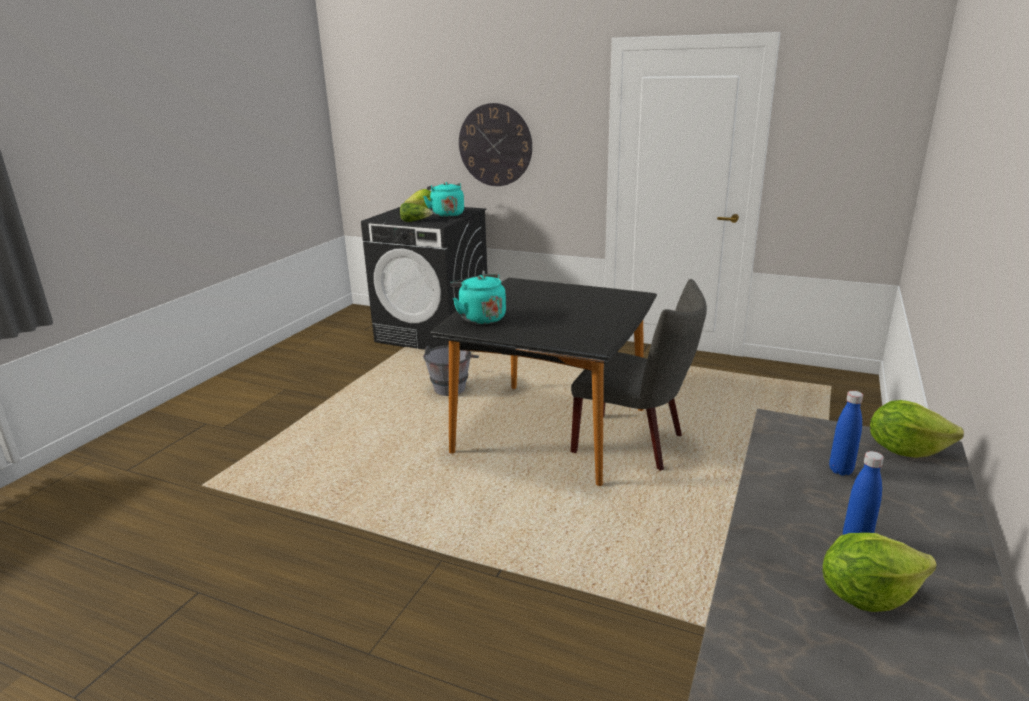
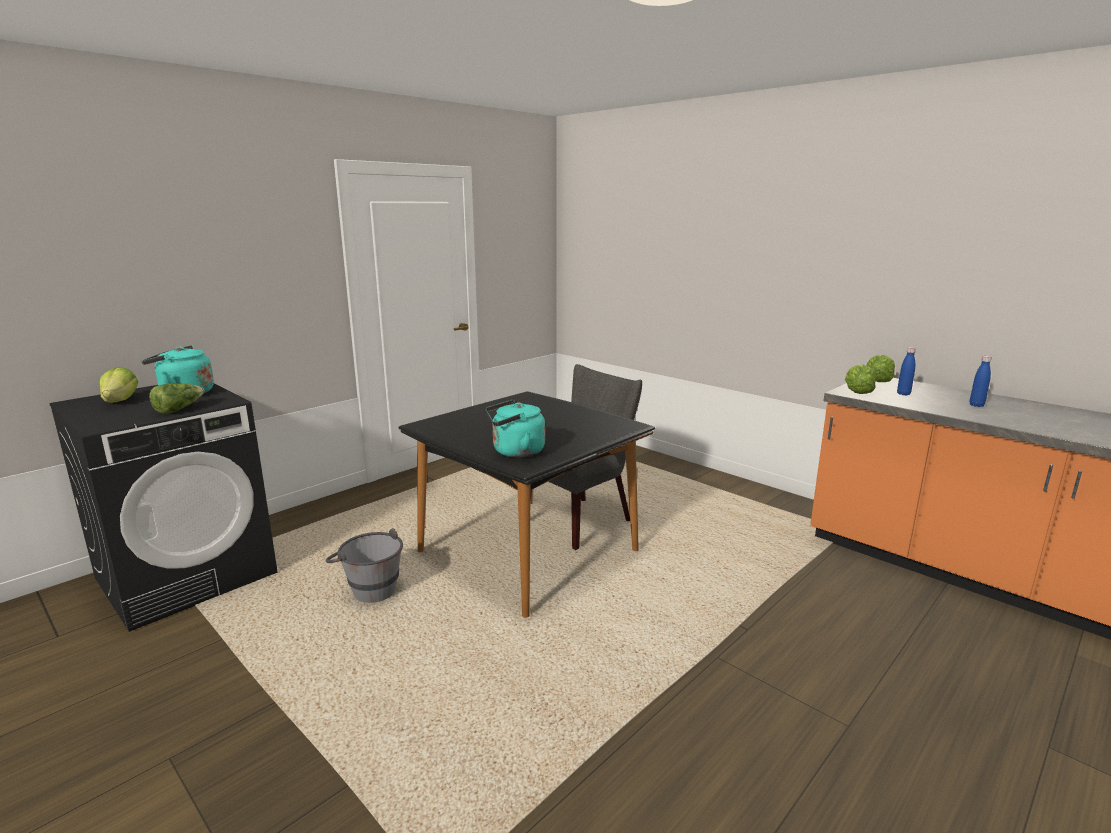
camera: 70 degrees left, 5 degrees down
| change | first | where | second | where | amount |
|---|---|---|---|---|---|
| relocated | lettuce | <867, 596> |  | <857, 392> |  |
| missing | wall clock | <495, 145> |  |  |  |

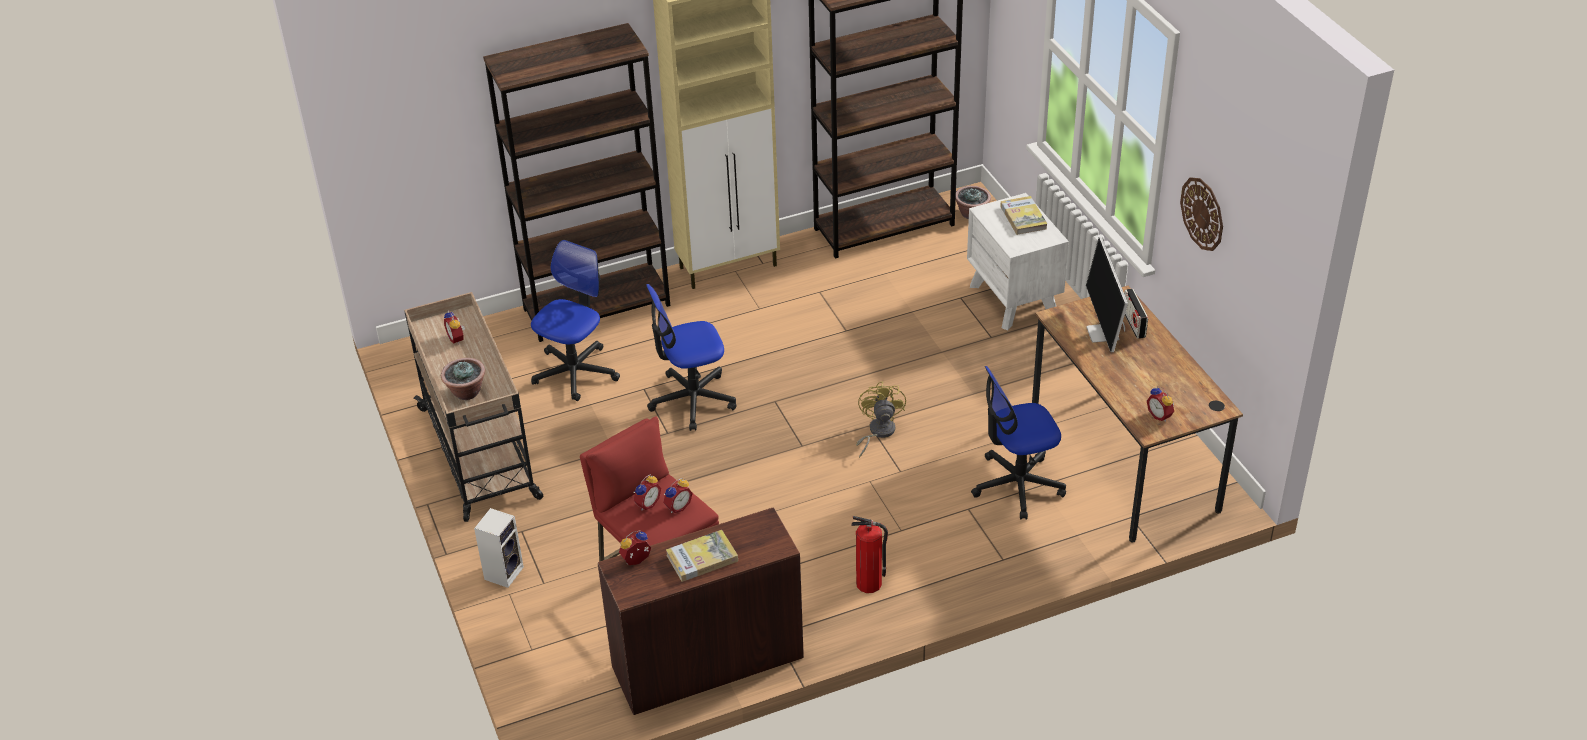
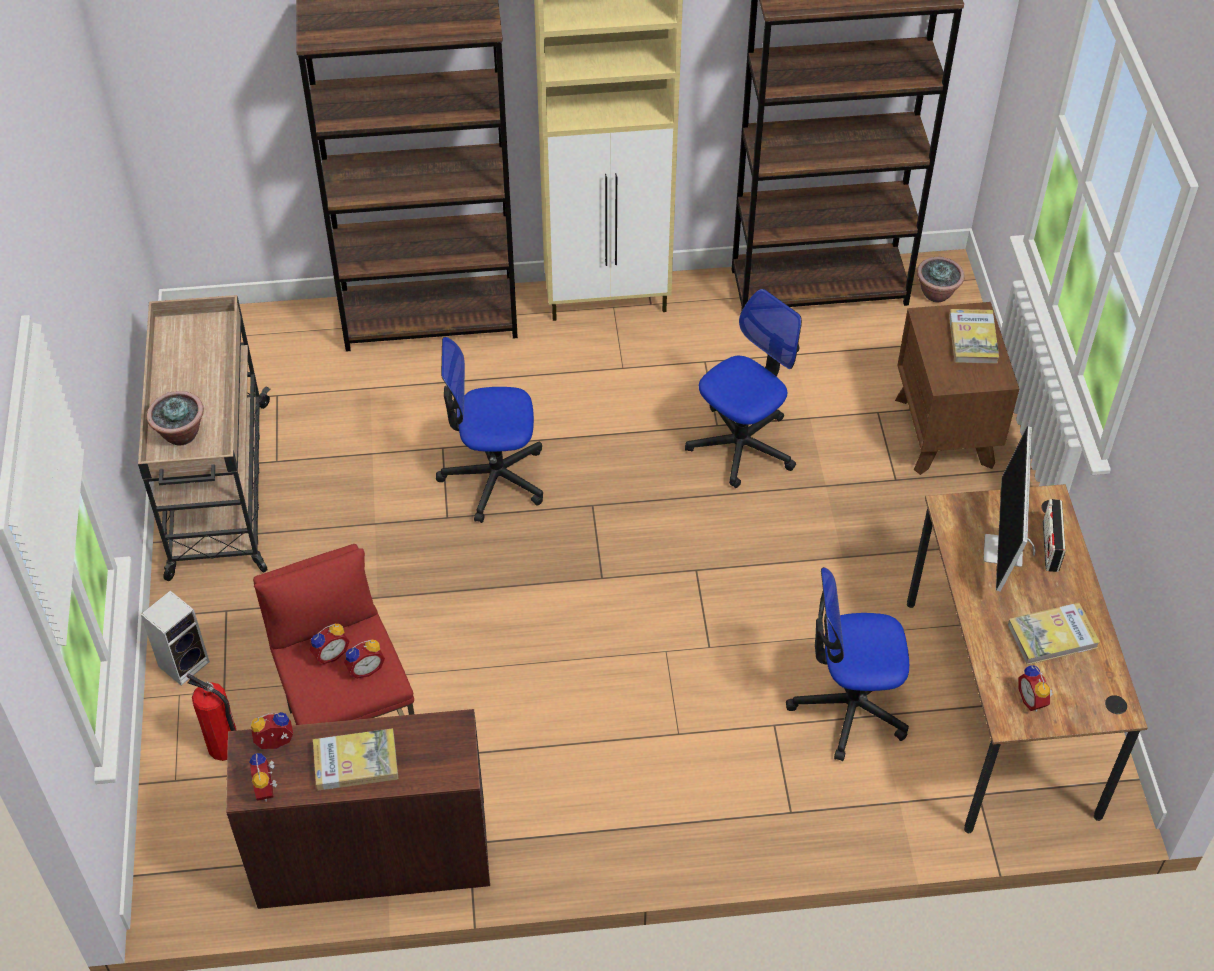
camera: 15 degrees right, 10 degrees up
| change | first | where | second | where | amount |
|---|---|---|---|---|---|
| relocated | fire extinguisher | <869, 583> |  | <225, 747> |  |
| relocated | alarm clock | <457, 338> |  | <267, 789> |  |
| relocated | office chair | <575, 372> |  | <741, 445> |  |
| colour | nightstand/white | <1014, 299> | nightstand/brown | <944, 431> |  |
| appeared |  |  | book | <1052, 636> |  |
| missing | fan/yellow | <877, 432> |  |  |  |
| missing | wall clock | <1202, 213> |  |  |  |

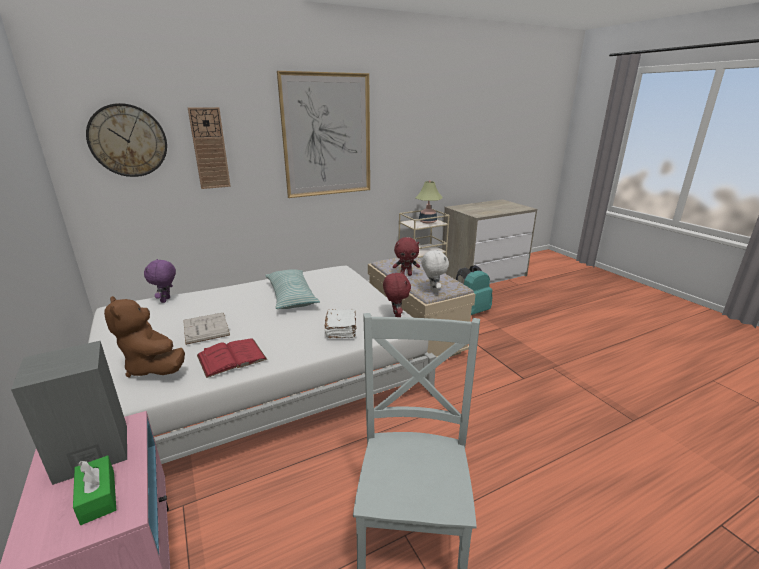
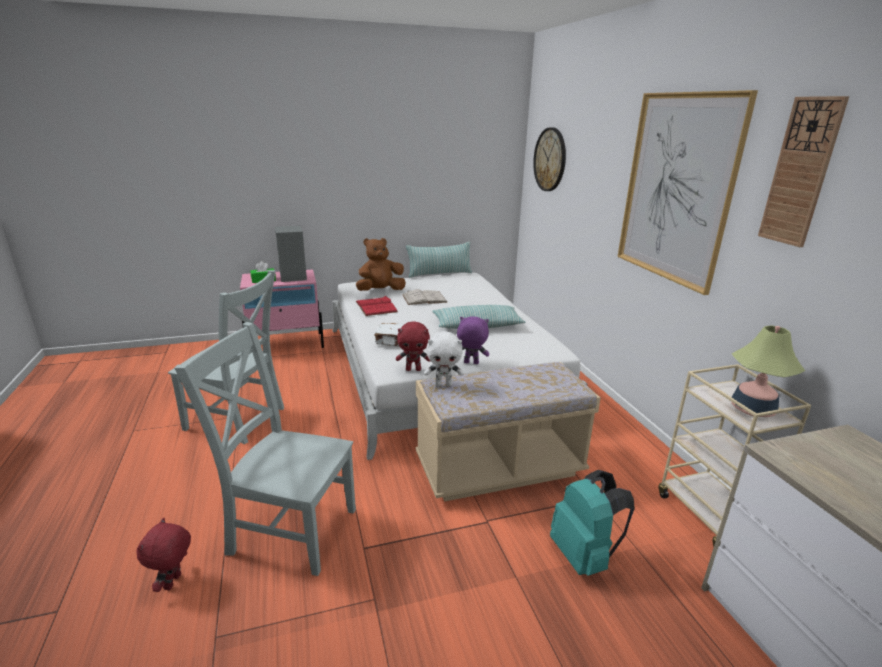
camera: 100 degrees right, 0 degrees up
| change | first | where | second | where | amount |
|---|---|---|---|---|---|
| relocated | plush toy/red | <406, 275> |  | <174, 582> |  |
| appeared |  |  | chair/grey | <289, 529> |  |
| appeared |  |  | pillow | <439, 274> |  |
| relocated | plush toy/purple | <166, 300> |  | <471, 363> |  |
| relocated | wall clock | <209, 148> |  | <800, 172> |  |

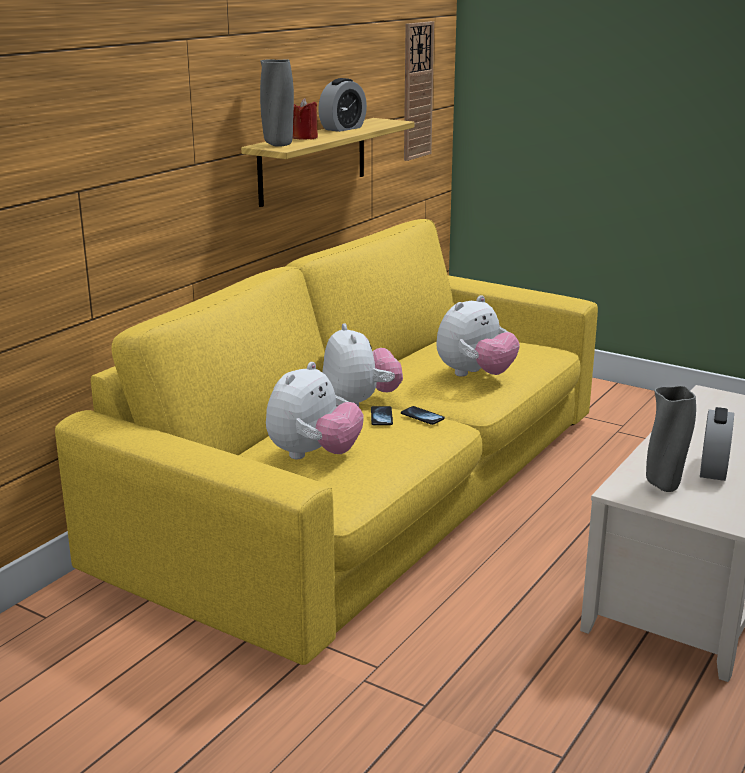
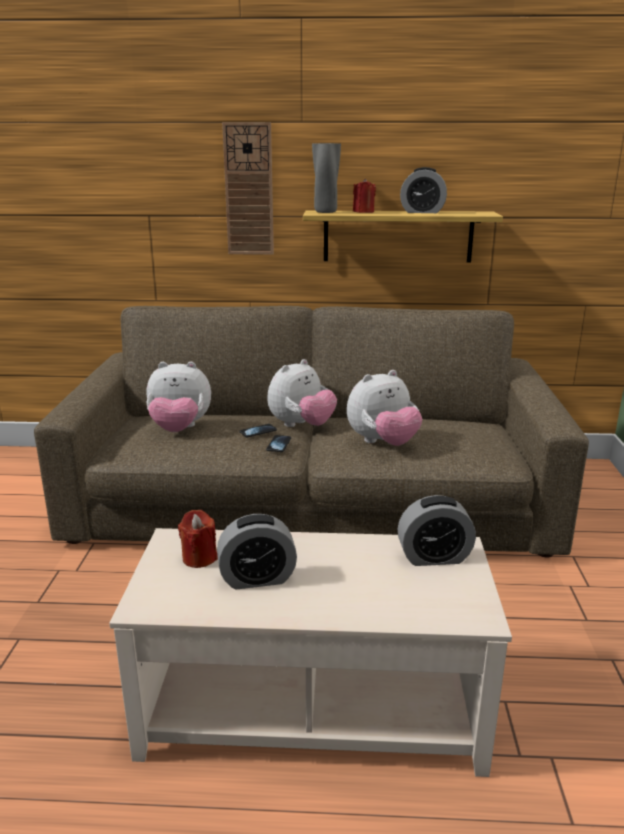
camera: 60 degrees right, 0 degrees up
| change | first | where | second | where | amount |
|---|---|---|---|---|---|
| colour | sofa/yellow | <371, 489> | sofa/brown | <312, 500> |  |
| exchanged | vase/grey | <664, 485> | candle/red | <199, 558> |  |
| relocated | wall clock | <417, 91> |  | <249, 190> |  |
| spun | plush toy | <475, 375> |  | <382, 443> | 45 degrees counterclockwise |
| appeared |  |  | alarm clock | <434, 557> |  |

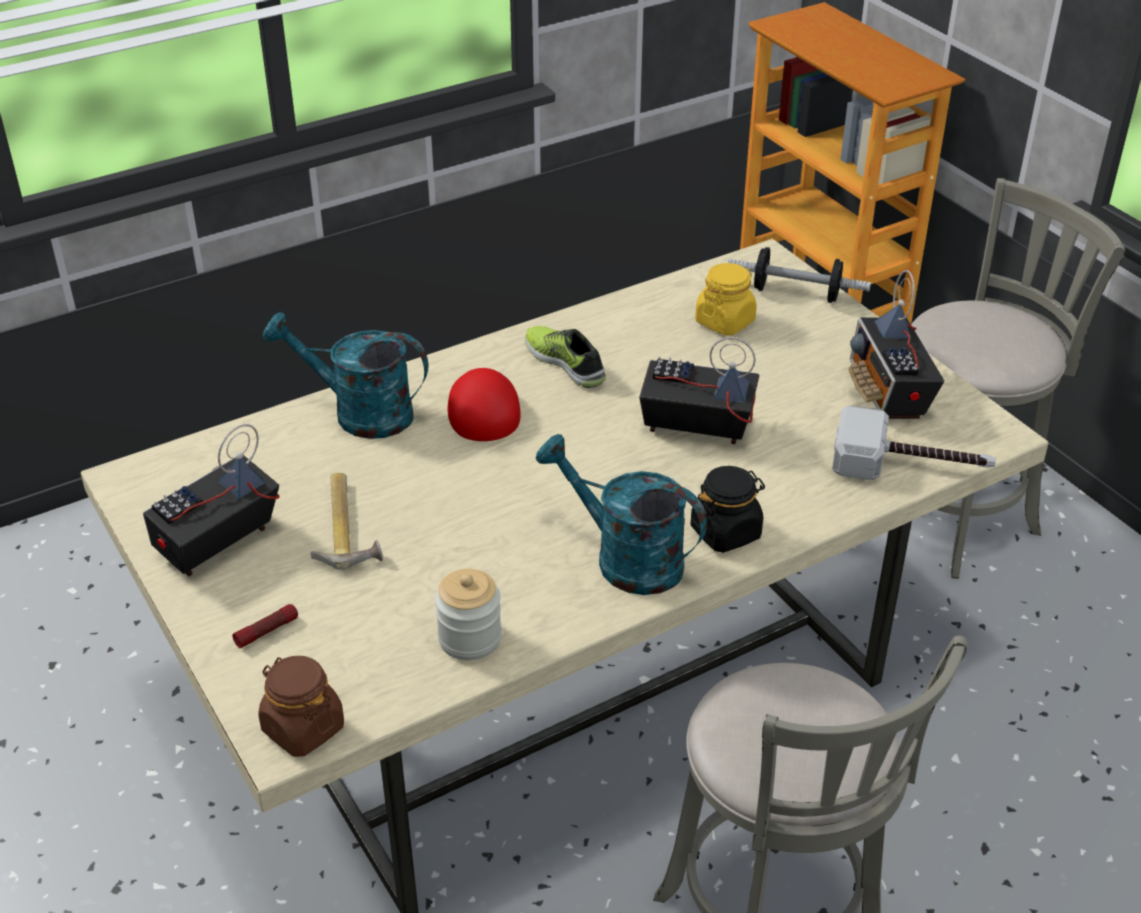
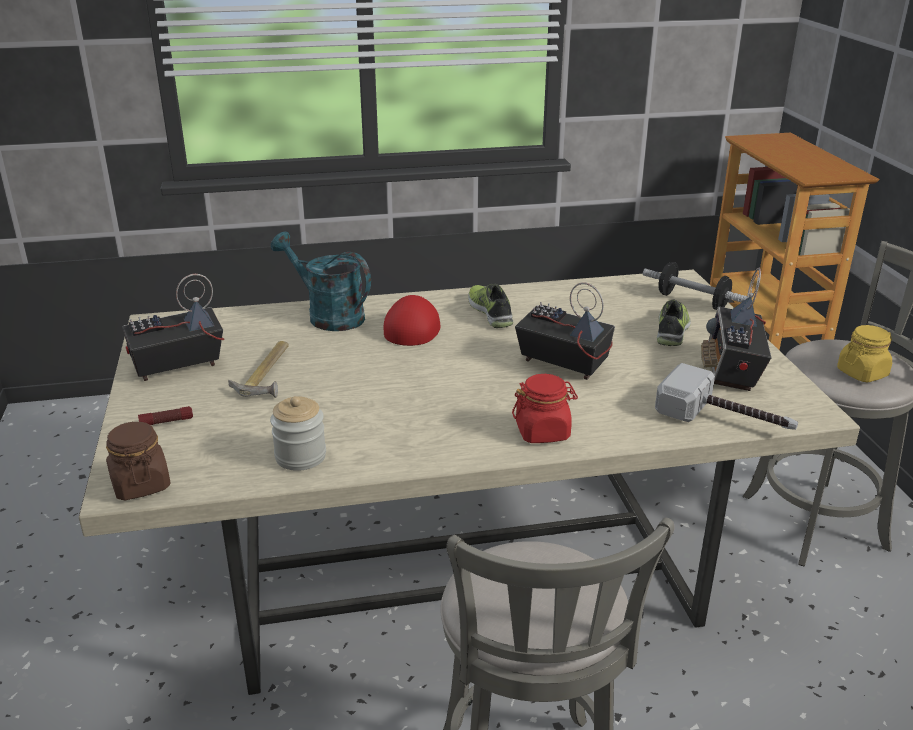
camera: 20 degrees right, 10 degrees down
| change | first | where | second | where | amount |
|---|---|---|---|---|---|
| colour | jar/black | <726, 532> | jar/red | <543, 432> |  |
| appeared |  |  | shoe | <672, 330> |  |
| relocated | jar/yellow | <725, 321> |  | <862, 373> |  |
| missing | watering can/turquoise | <625, 559> |  |  |  |

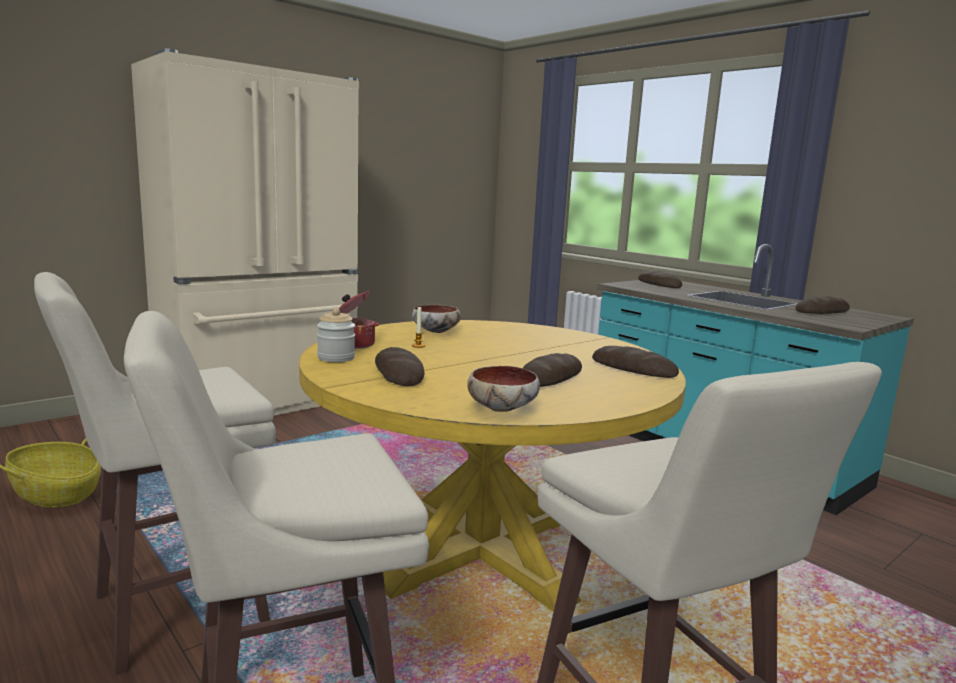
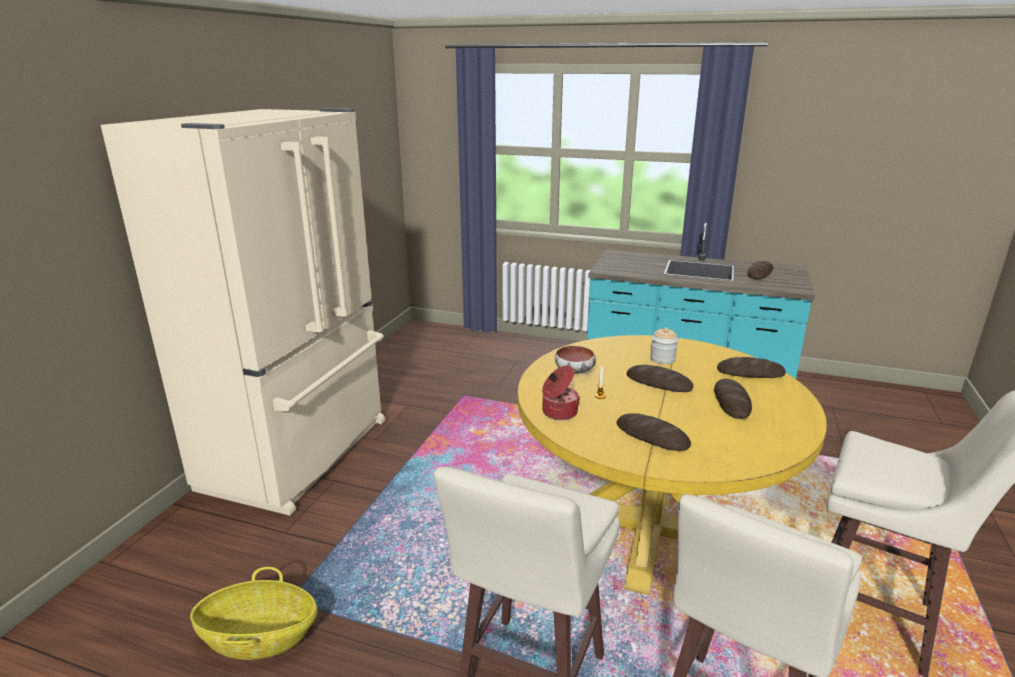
camera: 30 degrees left, 10 degrees up
| change | first | where | second | where | amount |
|---|---|---|---|---|---|
| relocated | bread | <659, 284> |  | <659, 383> |  |
| relocated | jar | <336, 358> |  | <662, 359> |  |
| missing | bowl | <502, 407> |  |  |  |

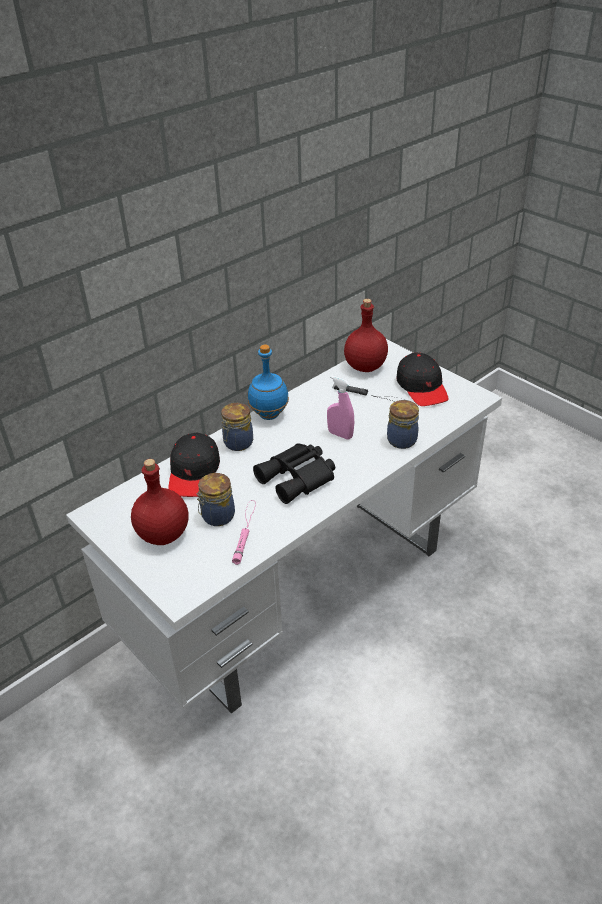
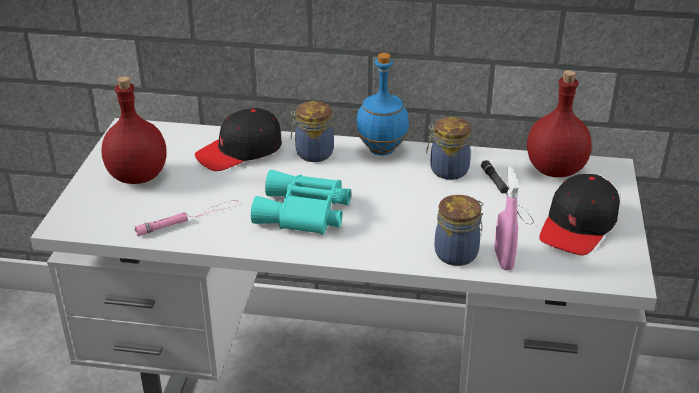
camera: 50 degrees right, 5 degrees down
| change | first | where | second | where | amount |
|---|---|---|---|---|---|
| colour | binoculars/black | <298, 478> | binoculars/turquoise | <304, 213> |  |
| relocated | jar | <217, 517> |  | <447, 170> |  |
| relocated | spray bottle/pink | <340, 434> |  | <503, 259> |  |

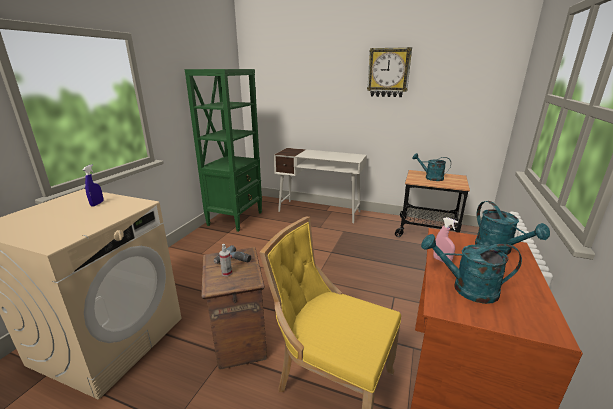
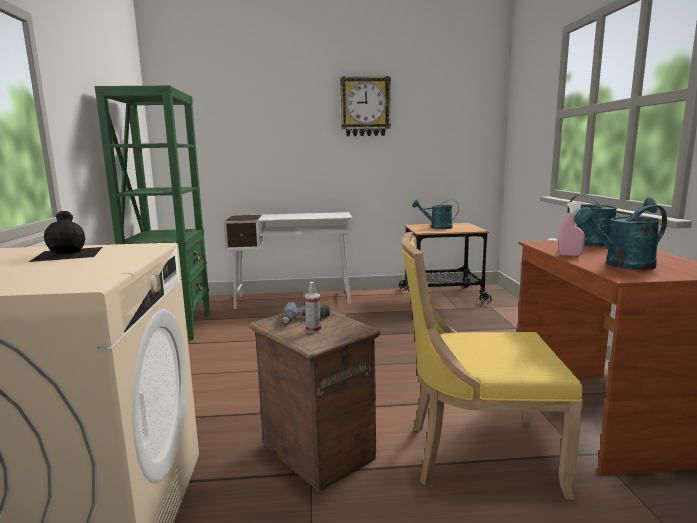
camera: 25 degrees left, 10 degrees down
| change | first | where | second | where | amount |
|---|---|---|---|---|---|
| exchanged | spray bottle/blue | <97, 204> | bottle/black | <69, 253> |  |

